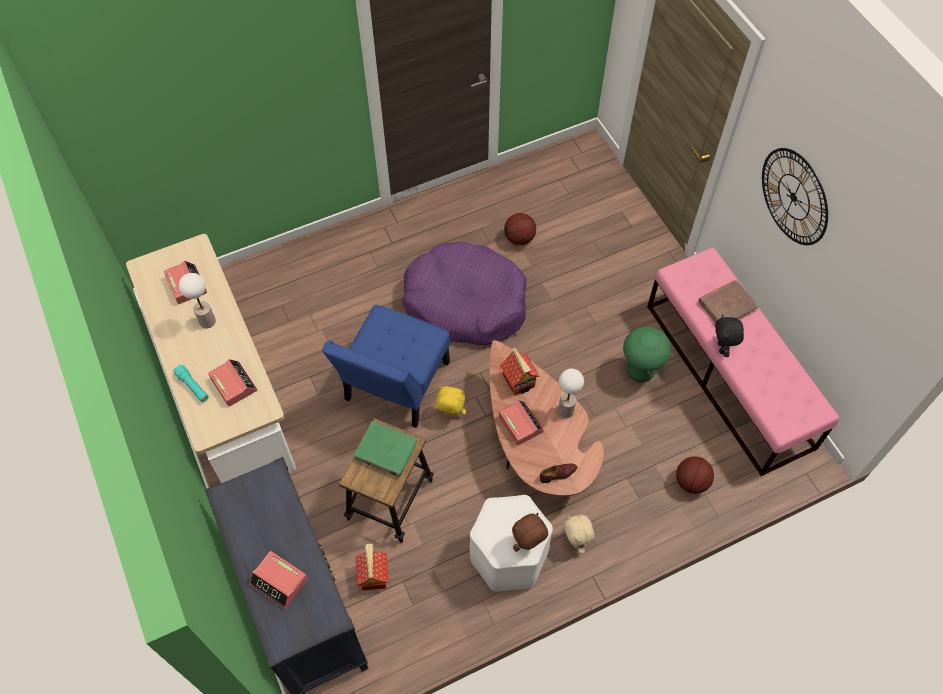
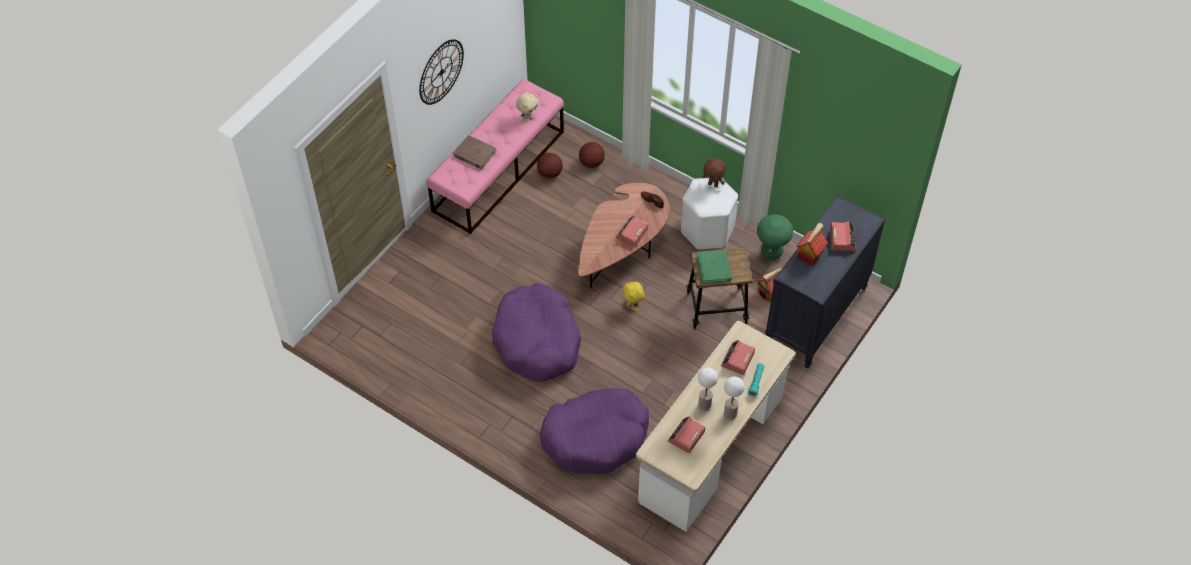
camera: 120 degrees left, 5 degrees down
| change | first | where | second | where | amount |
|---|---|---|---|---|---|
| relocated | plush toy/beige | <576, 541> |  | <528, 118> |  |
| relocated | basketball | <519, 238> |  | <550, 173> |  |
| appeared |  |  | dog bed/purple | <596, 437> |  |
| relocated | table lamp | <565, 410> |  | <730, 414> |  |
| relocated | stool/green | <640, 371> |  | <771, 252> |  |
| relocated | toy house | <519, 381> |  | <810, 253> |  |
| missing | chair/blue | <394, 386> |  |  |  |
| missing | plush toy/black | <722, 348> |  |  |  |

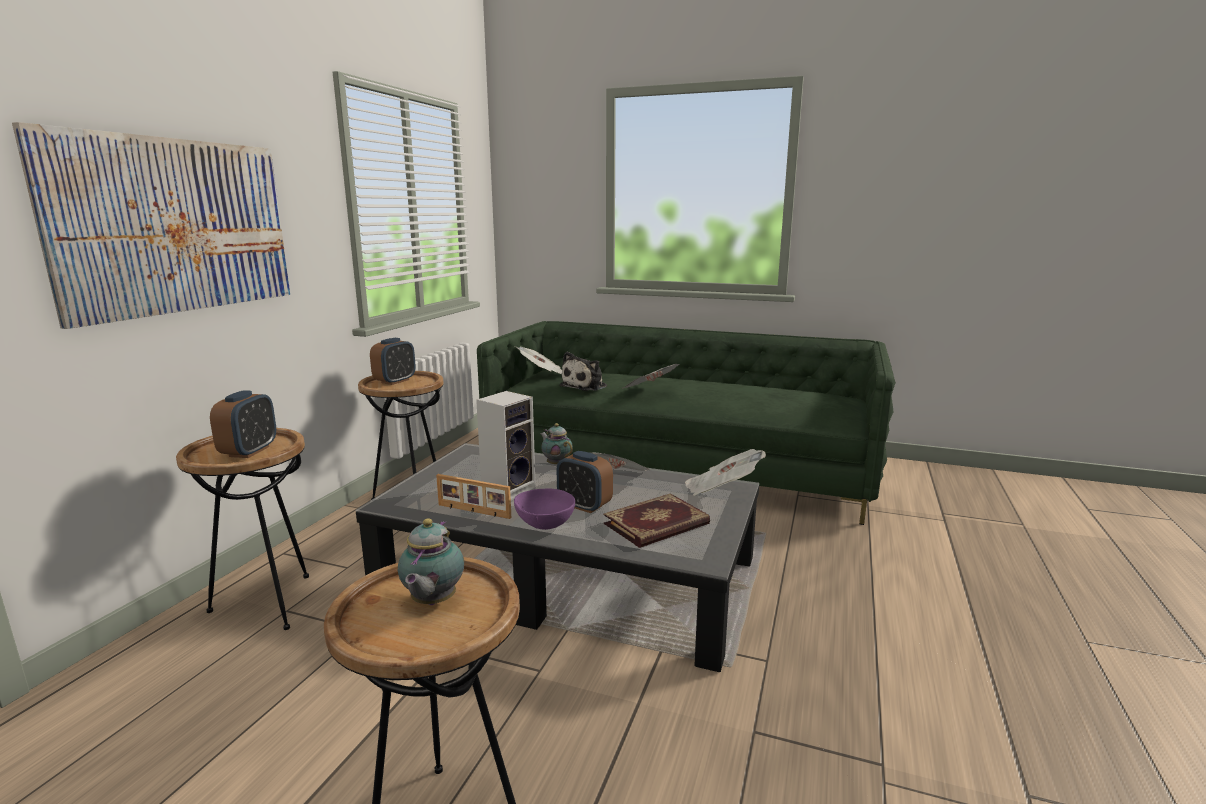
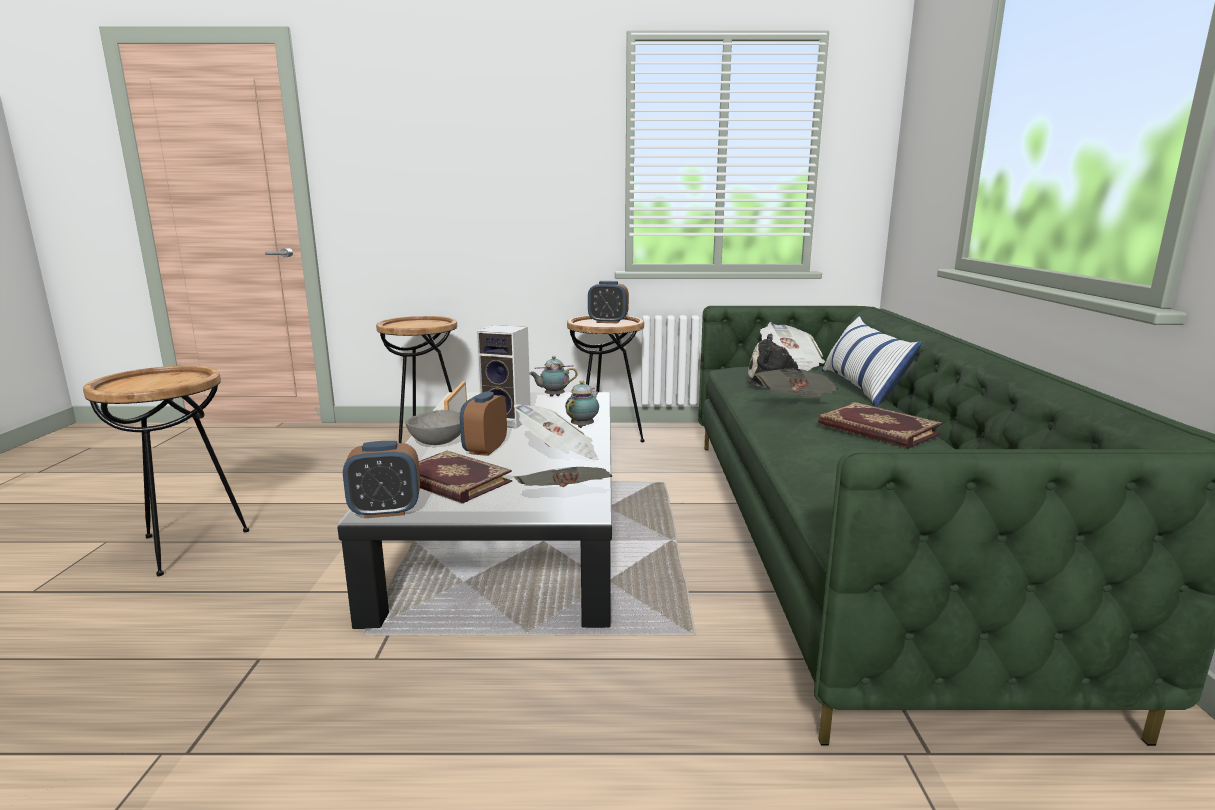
camera: 70 degrees right, 0 degrees up
| change | first | where | second | where | amount |
|---|---|---|---|---|---|
| relocated | alarm clock | <249, 451> |  | <386, 511> |  |
| colour | bowl/purple | <545, 525> | bowl/grey | <437, 442> |  |
| relocated | teapot | <432, 602> |  | <553, 396> |  |
| appeared |  |  | book | <877, 430> |  |
| appeared |  |  | pillow | <861, 387> |  |
| missing | picture | <176, 226> |  |  |  |

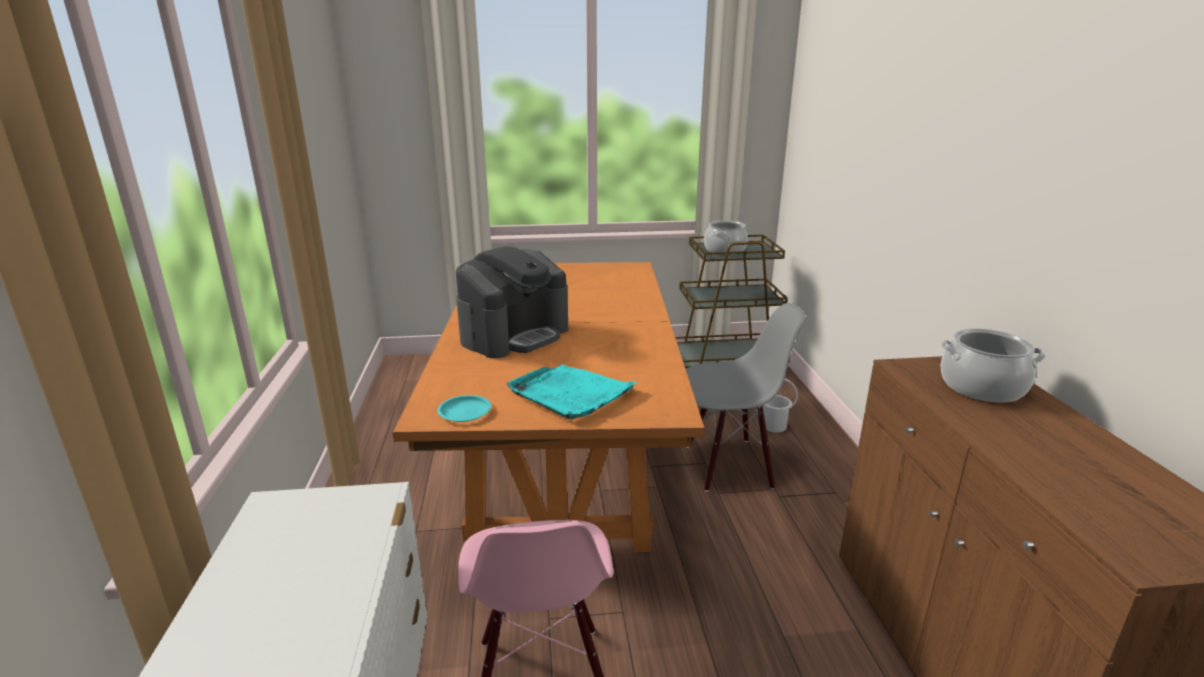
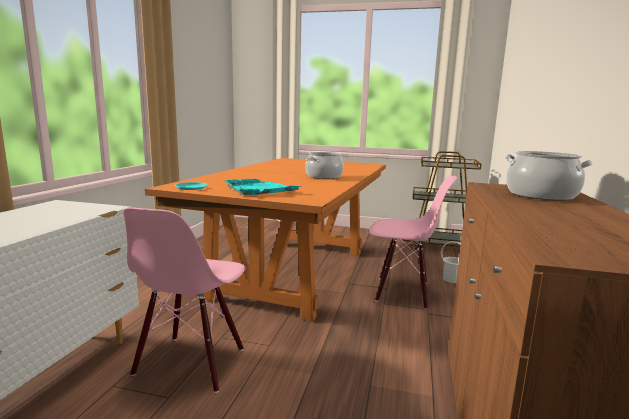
camera: 20 degrees right, 10 degrees down
| change | first | where | second | where | amount |
|---|---|---|---|---|---|
| relocated | cooking pot | <724, 250> |  | <324, 176> |  |
| colour | chair/grey | <728, 465> | chair/pink | <402, 292> |  |
| missing | coffee machine | <515, 335> |  |  |  |

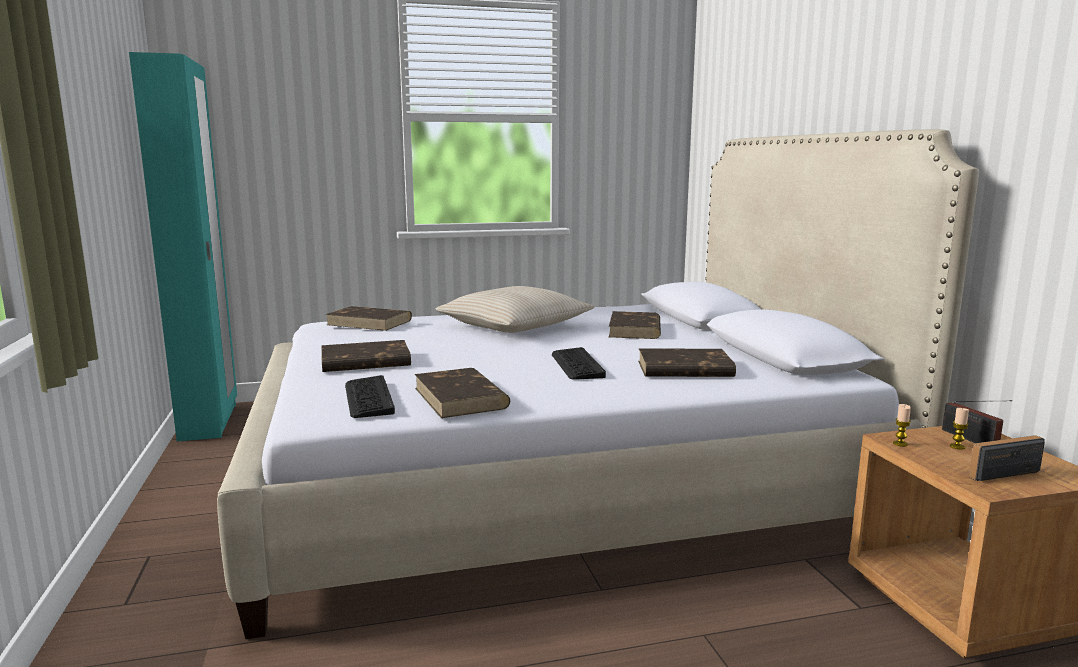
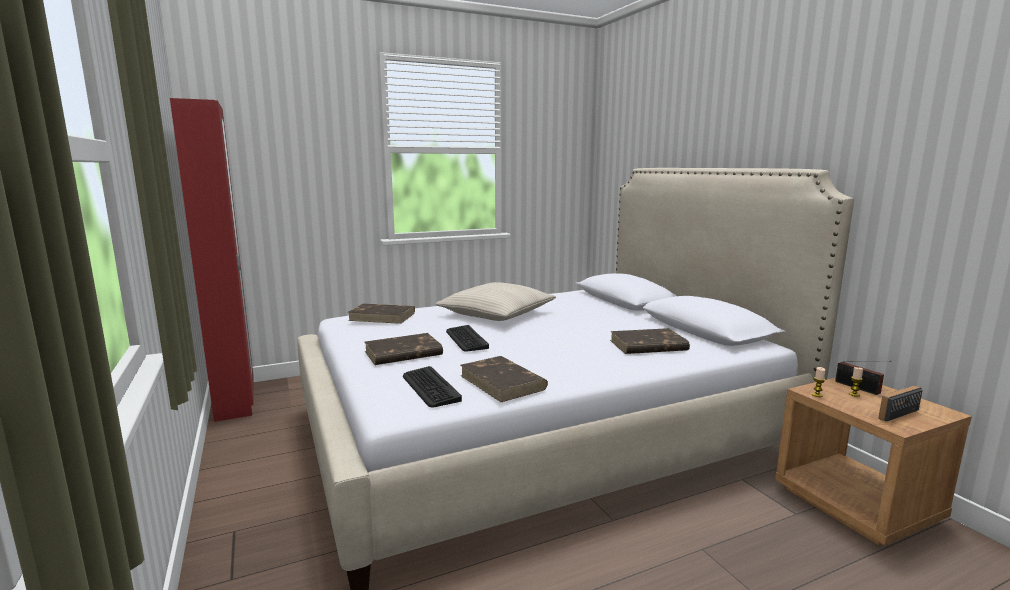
camera: 10 degrees left, 0 degrees up
| change | first | where | second | where | amount |
|---|---|---|---|---|---|
| colour | wardrobe/turquoise | <210, 422> | wardrobe/red | <236, 402> |  |
| relocated | keyboard | <576, 365> |  | <466, 339> |  |
| missing | book/brown | <635, 330> |  |  |  |

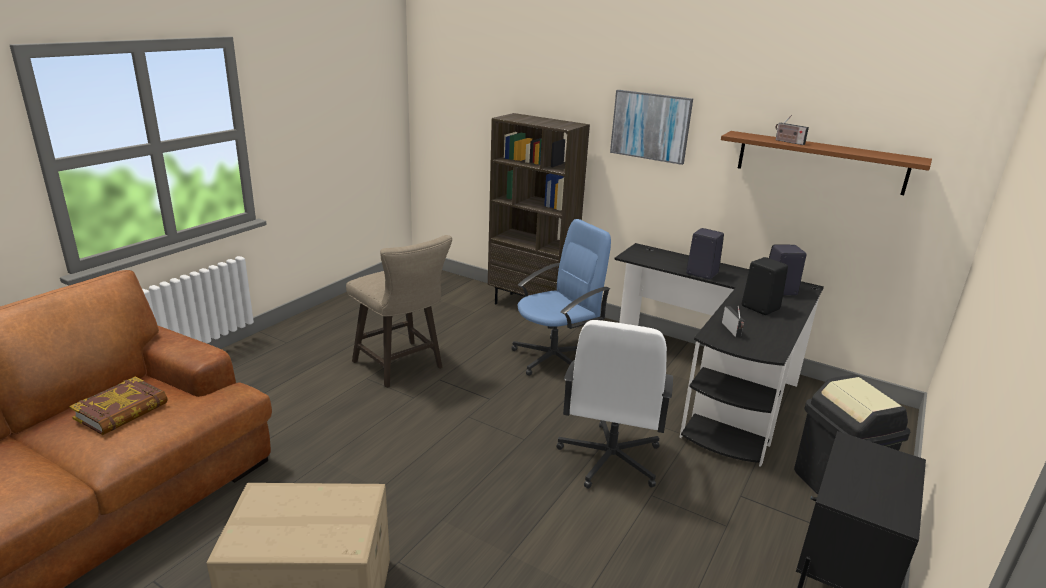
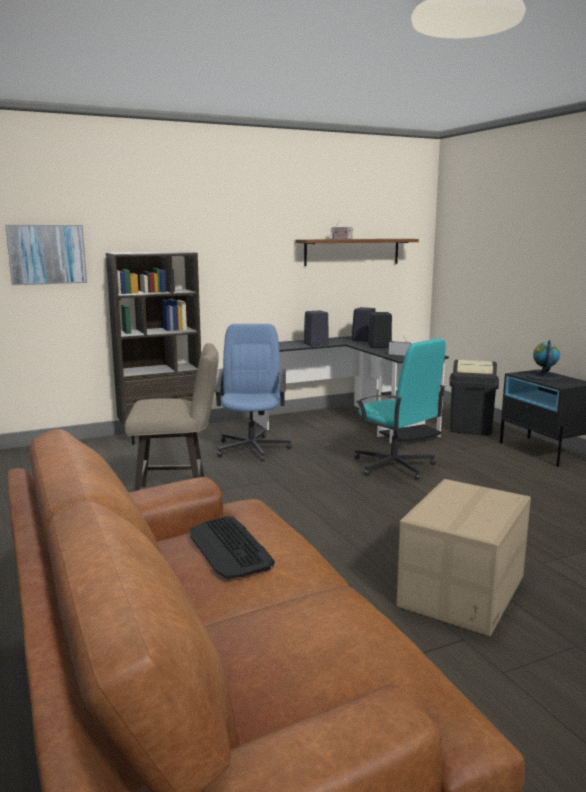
camera: 55 degrees left, 10 degrees down
| change | first | where | second | where | amount |
|---|---|---|---|---|---|
| relocated | picture | <650, 126> |  | <47, 254> |  |
| exchanged | book | <122, 411> | keyboard | <229, 548> |  |
| colour | office chair/white | <609, 459> | office chair/turquoise | <394, 466> |  |
| appeared |  |  | globe | <544, 376> |  |

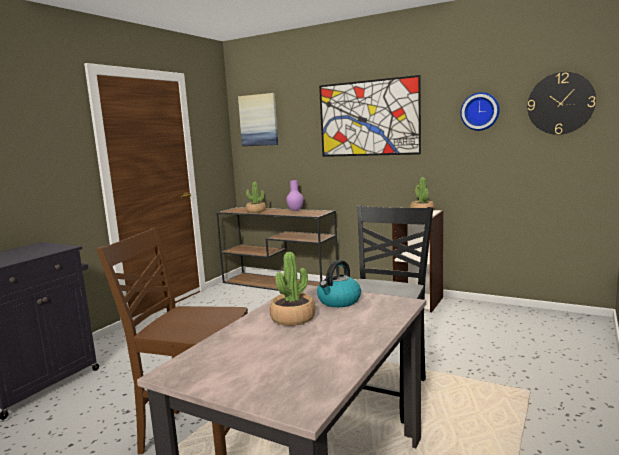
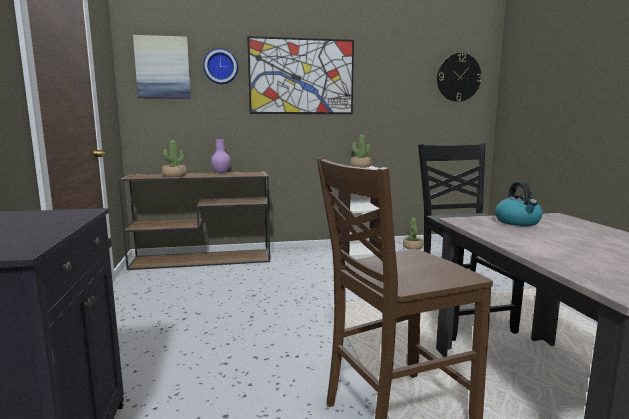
camera: 40 degrees left, 0 degrees up
| change | first | where | second | where | amount |
|---|---|---|---|---|---|
| relocated | wall clock | <480, 111> |  | <220, 66> |  |
| relocated | potted plant | <293, 318> |  | <412, 247> |  |

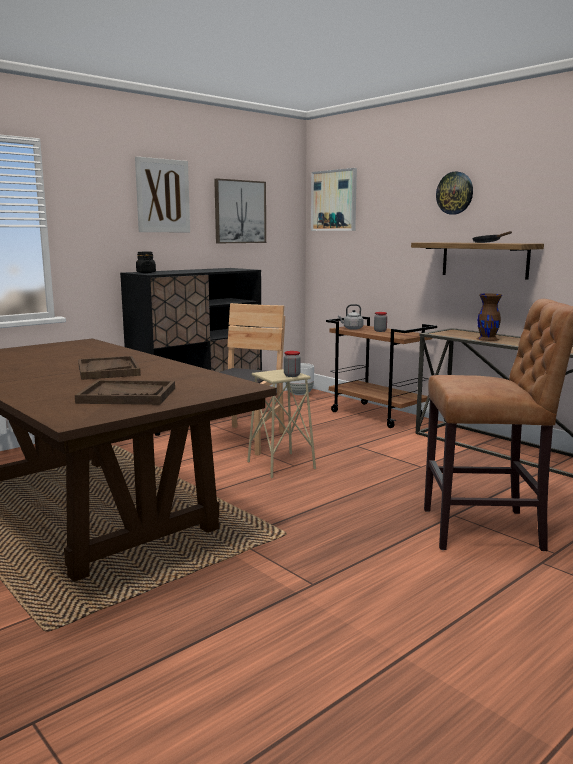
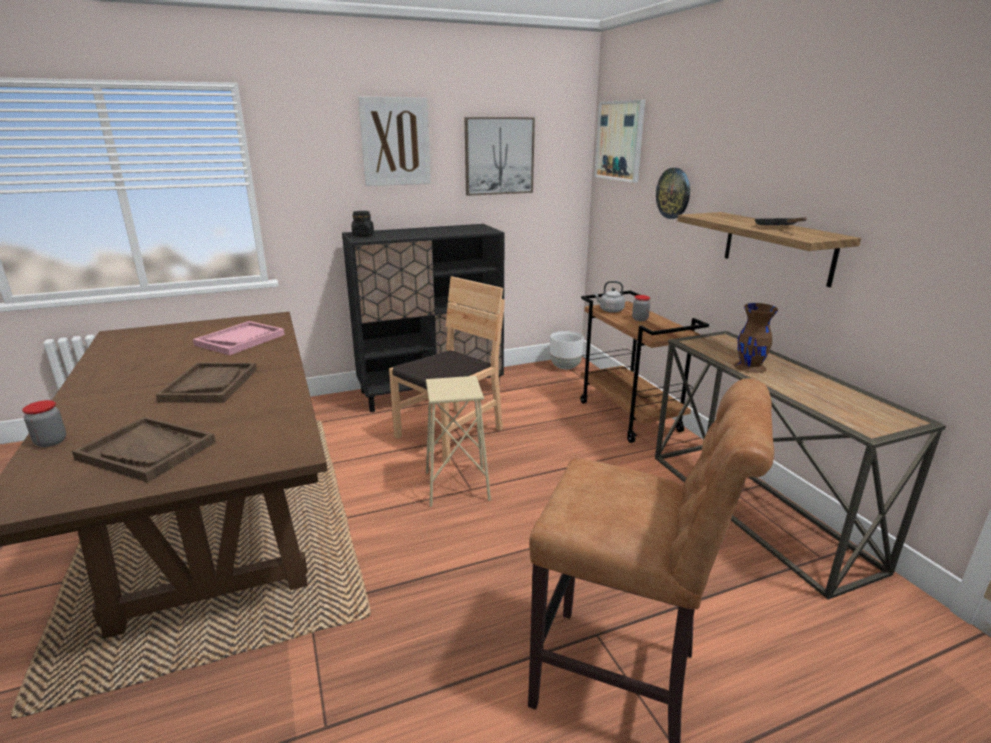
camera: 20 degrees right, 10 degrees up
| change | first | where | second | where | amount |
|---|---|---|---|---|---|
| relocated | jar | <292, 375> |  | <51, 442> |  |
| appeared |  |  | tray/pink | <240, 340> |  |
| relocated | wall clock | <455, 193> |  | <673, 193> |  |

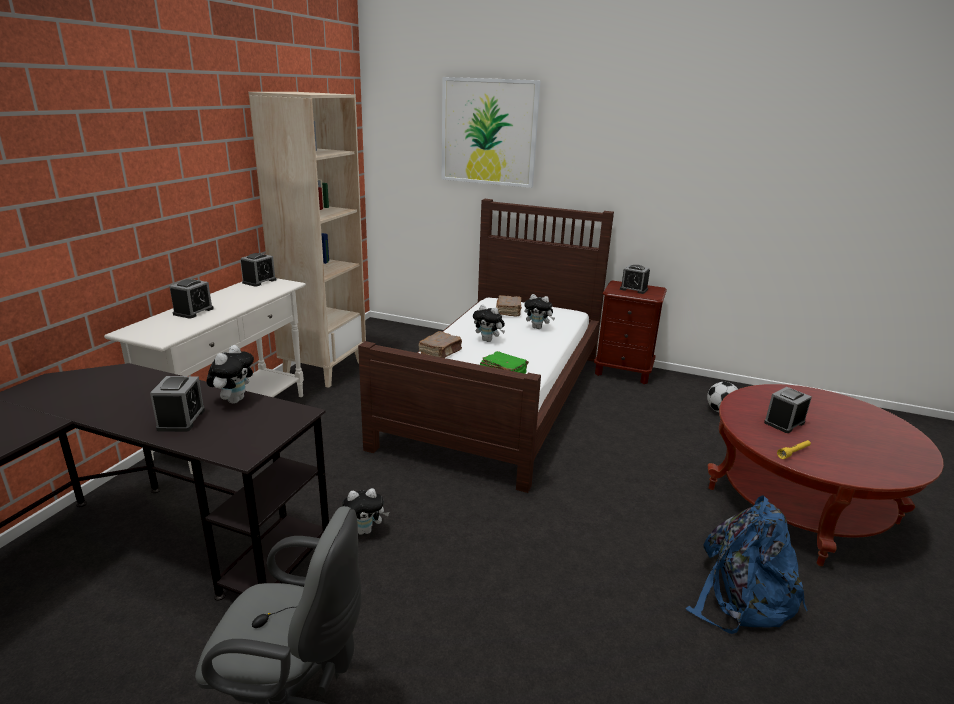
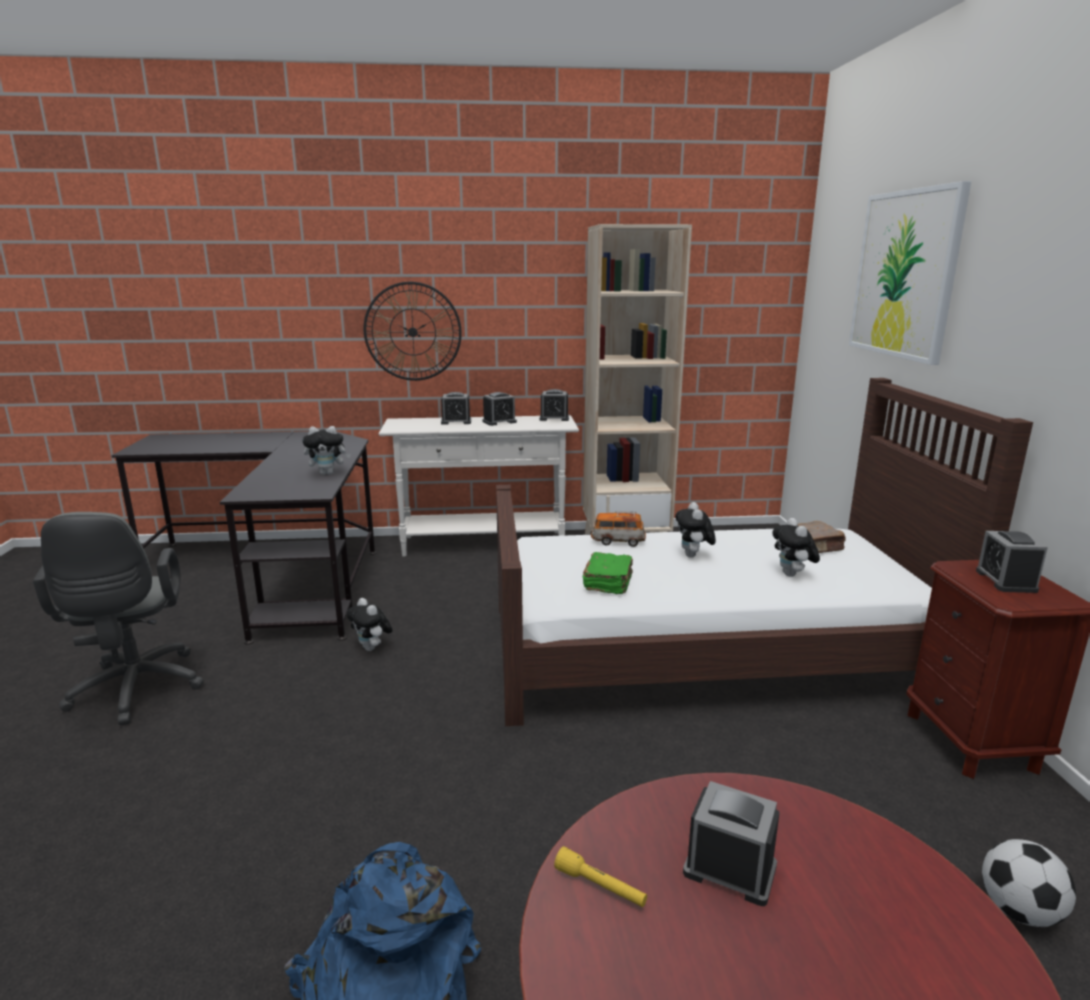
camera: 65 degrees right, 5 degrees down
| change | first | where | second | where | amount |
|---|---|---|---|---|---|
| appeared |  |  | wall clock | <412, 332> |  |
| relocated | alarm clock | <181, 419> |  | <499, 422> |  |
| exchanged | book/brown | <441, 352> | toy car | <617, 541> |  |

